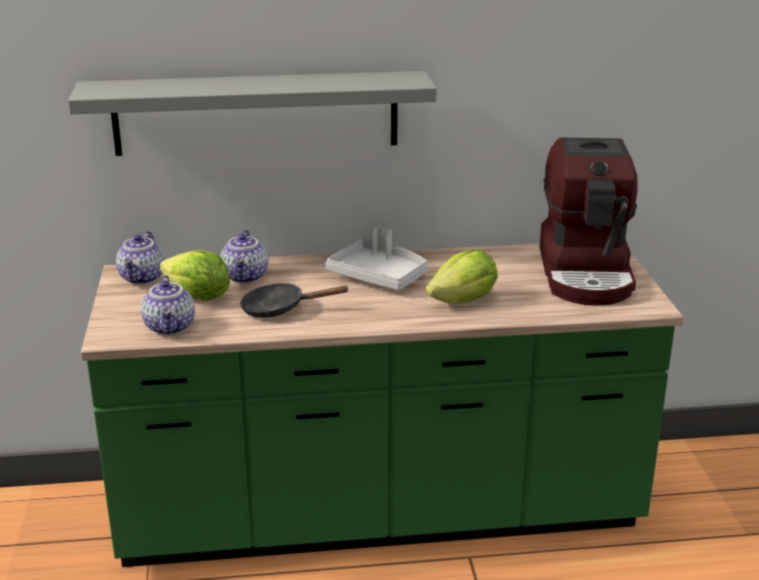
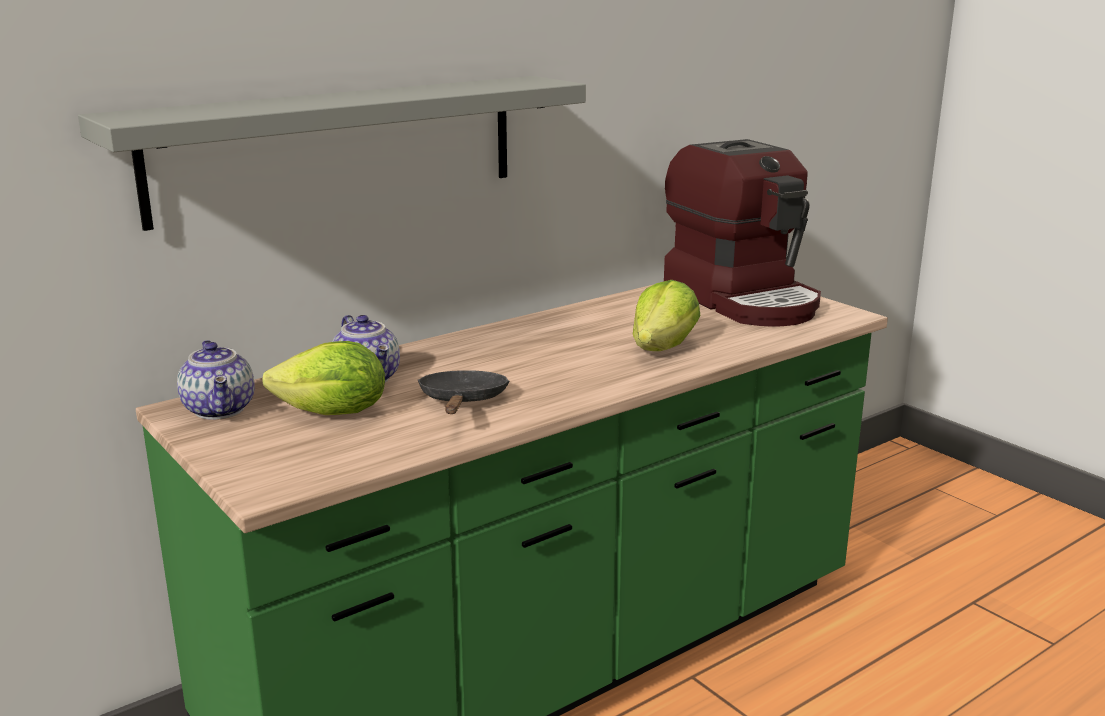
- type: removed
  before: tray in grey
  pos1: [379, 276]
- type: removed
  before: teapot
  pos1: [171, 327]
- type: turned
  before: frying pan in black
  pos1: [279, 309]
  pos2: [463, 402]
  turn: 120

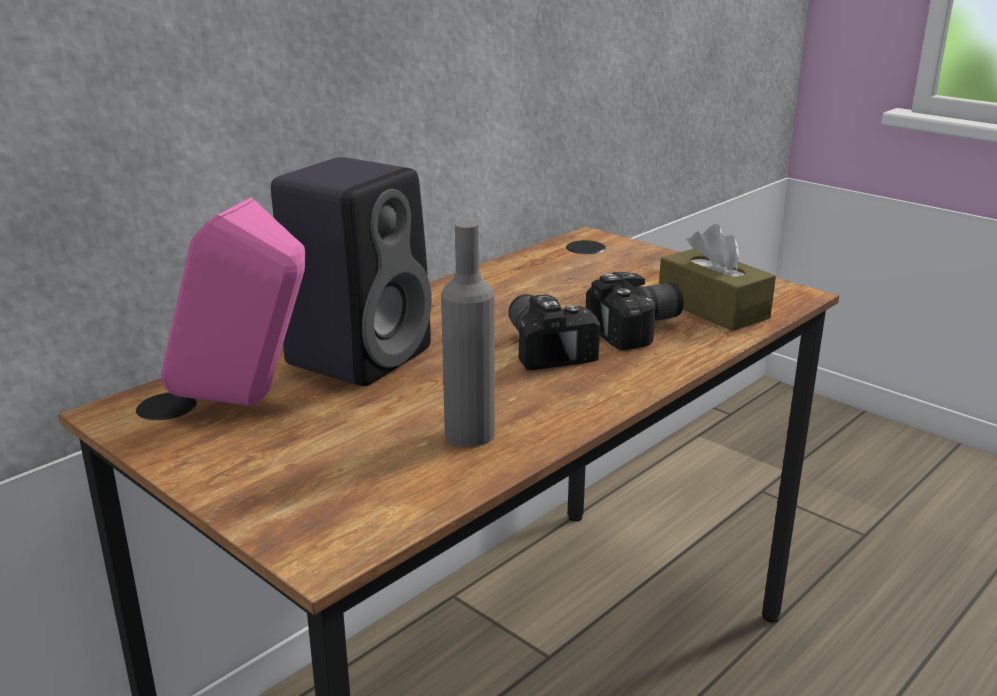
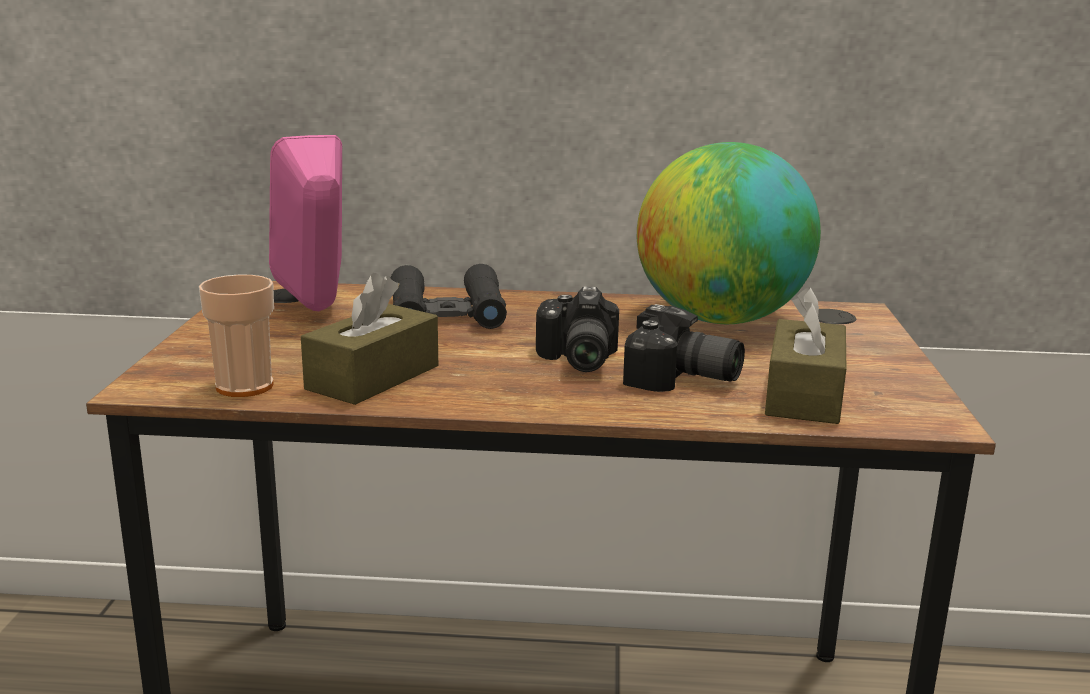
- type: replaced
  before: speaker in black
  after: binoculars in black
  pos1: [361, 354]
  pos2: [447, 313]
- type: replaced
  before: bottle in grey
  after: tissue box in brown
  pos1: [469, 433]
  pos2: [373, 377]
- type: turned
  before: photo camera
  pos1: [548, 347]
  pos2: [575, 360]
  turn: 150
- type: added
  after: globe
  pos2: [720, 319]
- type: added
  after: cup
  pos2: [244, 386]

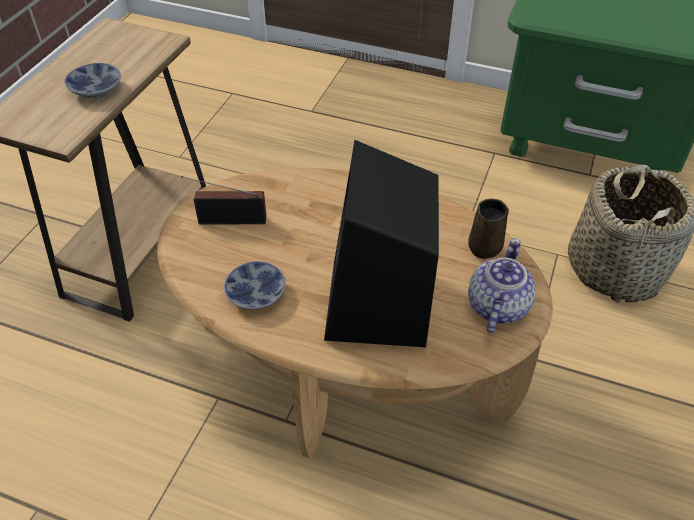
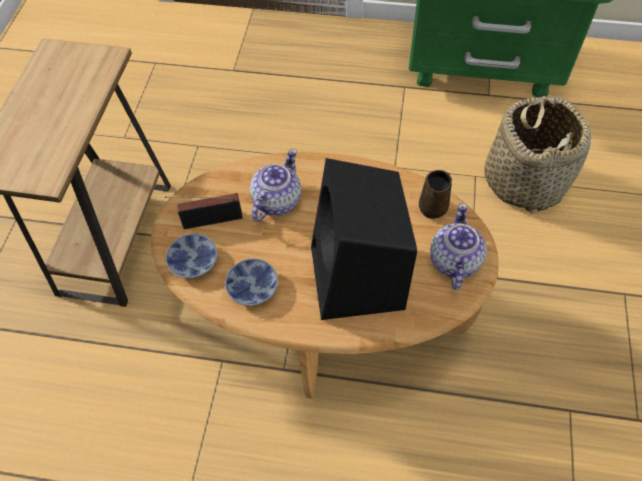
- type: moved
  before: bowl
  pos1: [95, 90]
  pos2: [193, 263]
- type: added
  after: teapot
  pos2: [276, 201]

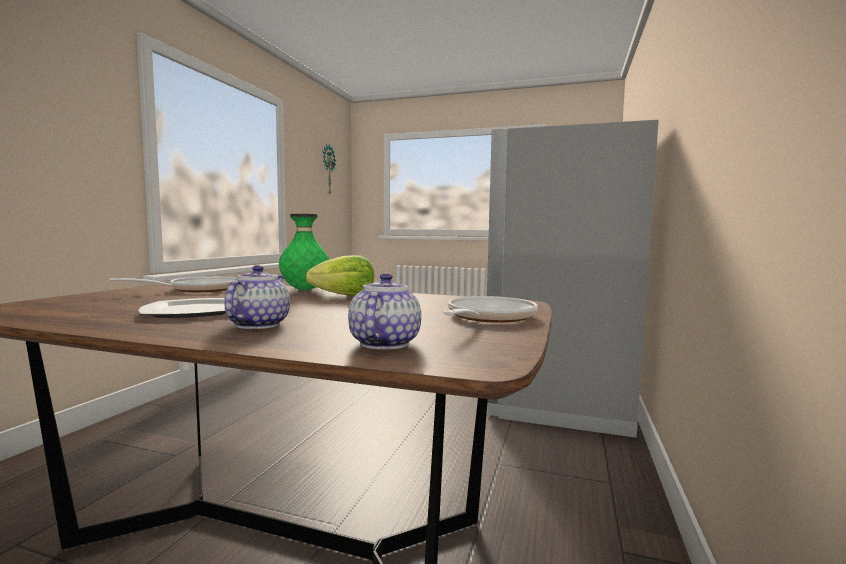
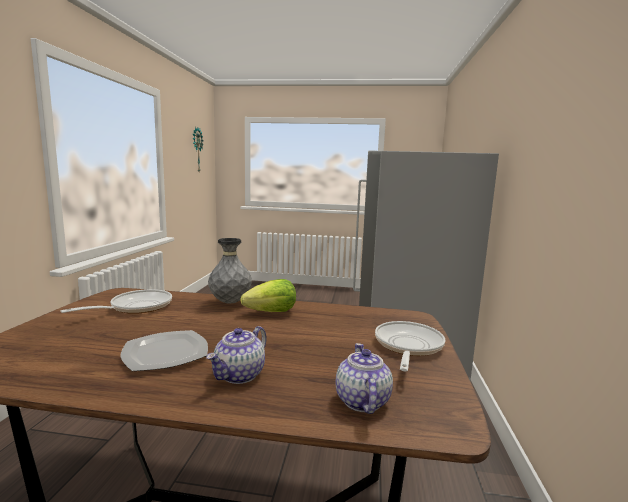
- type: recoloured
  before: vase in green
  after: vase in grey
  pos1: [305, 290]
  pos2: [230, 302]
- type: turned
  before: teapot
  pos1: [258, 324]
  pos2: [239, 375]
  turn: -150

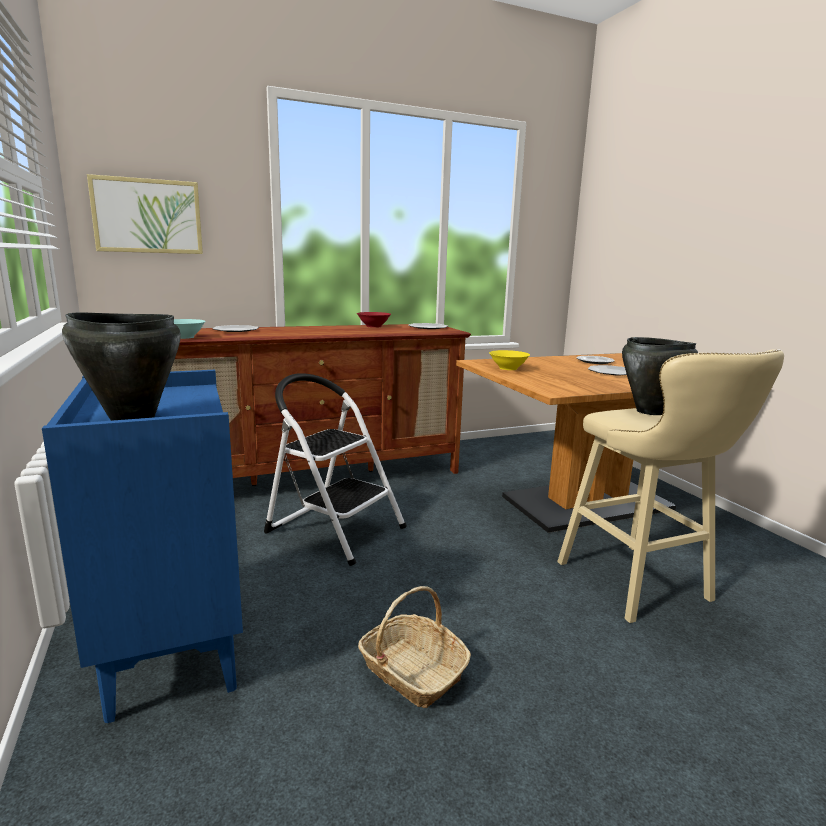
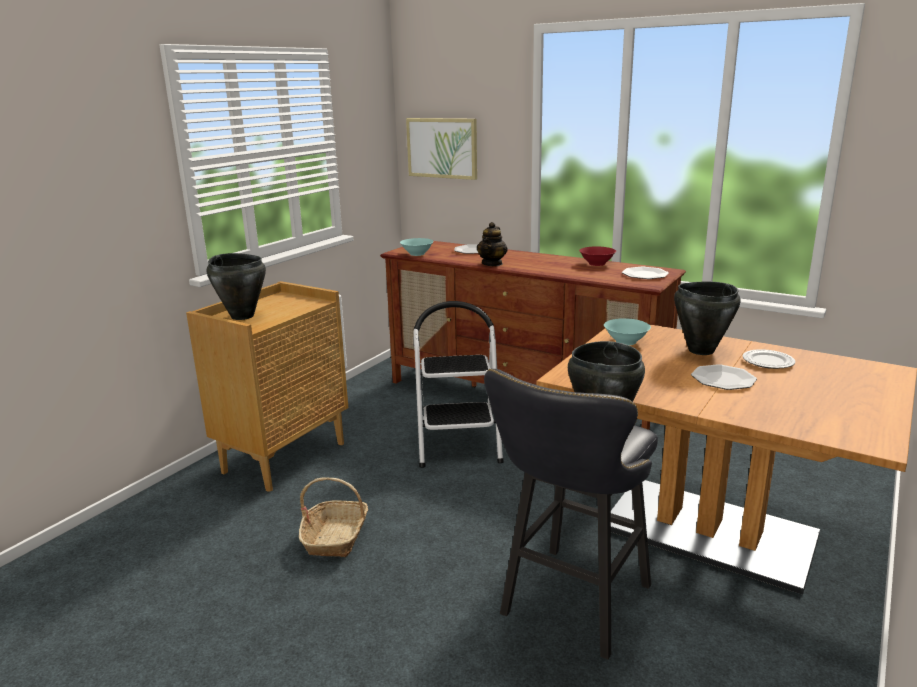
- type: recoloured
  before: stool in beige
  after: stool in black
  pos1: [644, 590]
  pos2: [569, 610]
- type: recoloured
  before: bowl in yellow
  after: bowl in turquoise
  pos1: [508, 368]
  pos2: [626, 341]
- type: recoloured
  before: cabinet in blue
  after: cabinet in brown
  pos1: [173, 644]
  pos2: [285, 457]
- type: added
  after: teapot
  pos2: [492, 264]
- type: added
  after: cooking pot in black
  pos2: [700, 350]

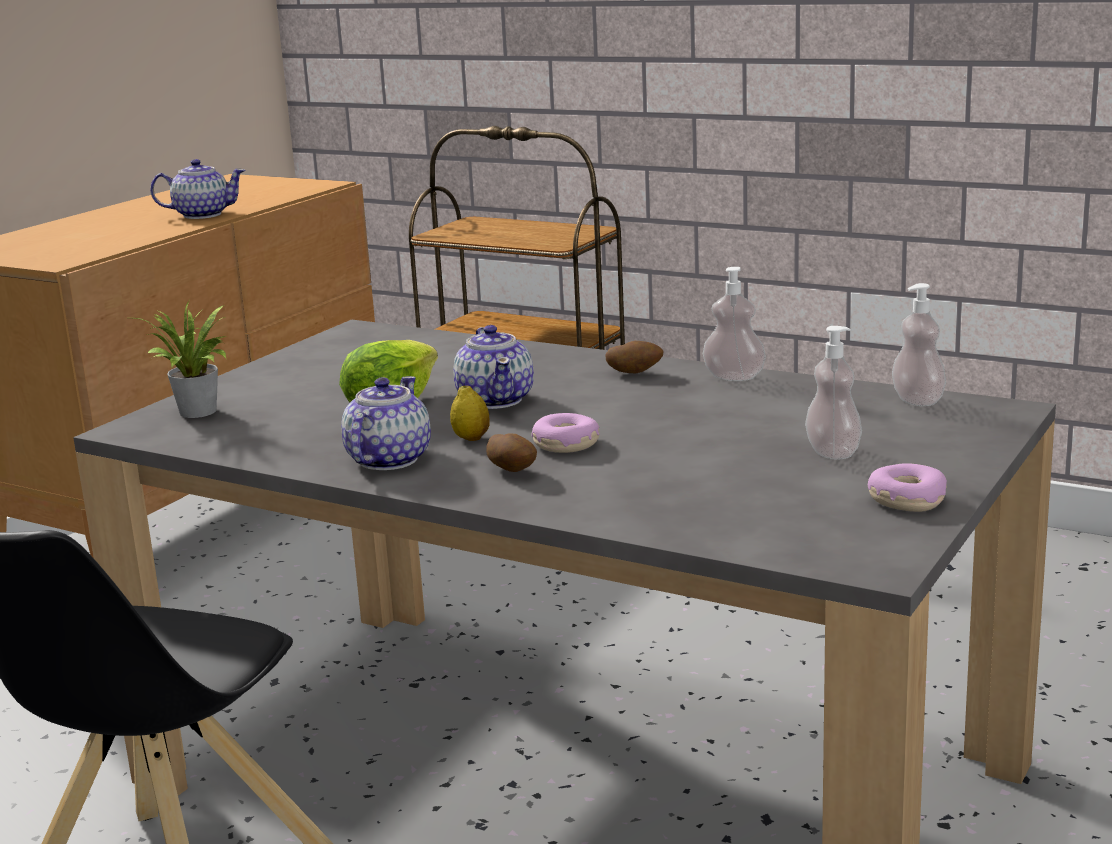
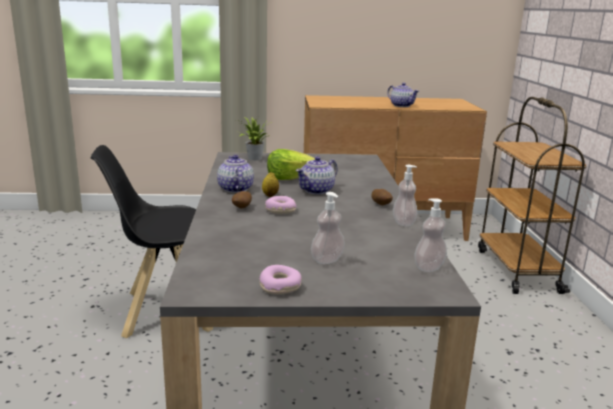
- type: turned
  before: teapot
  pos1: [387, 460]
  pos2: [235, 189]
  turn: -90

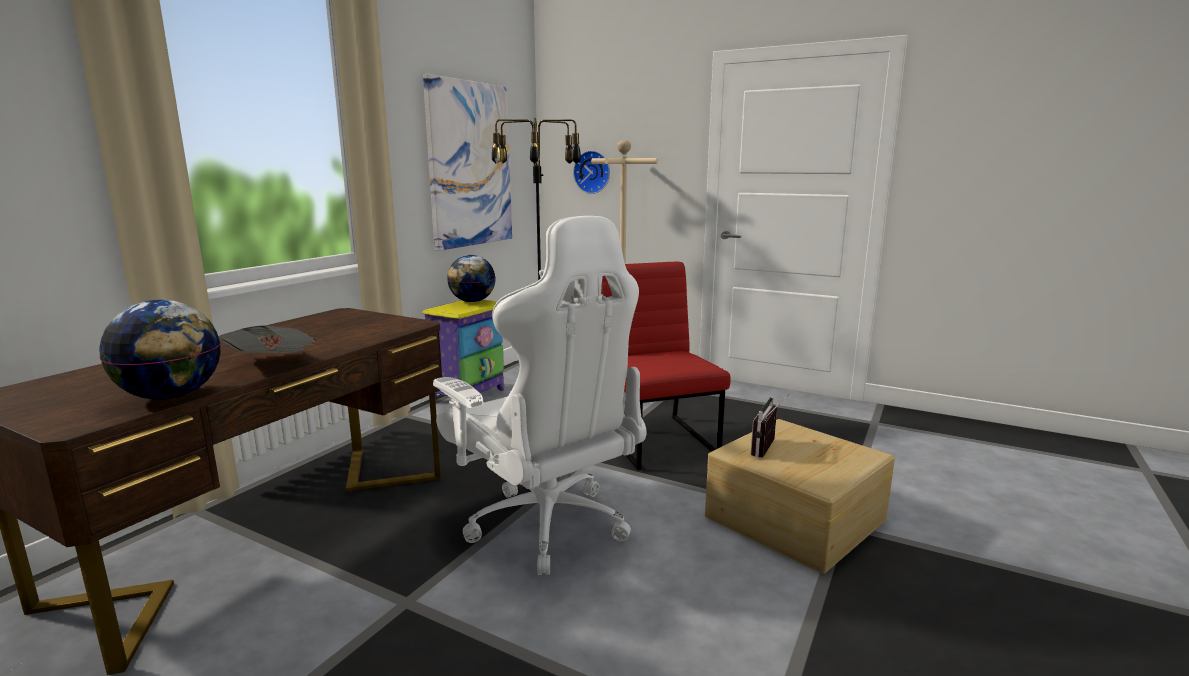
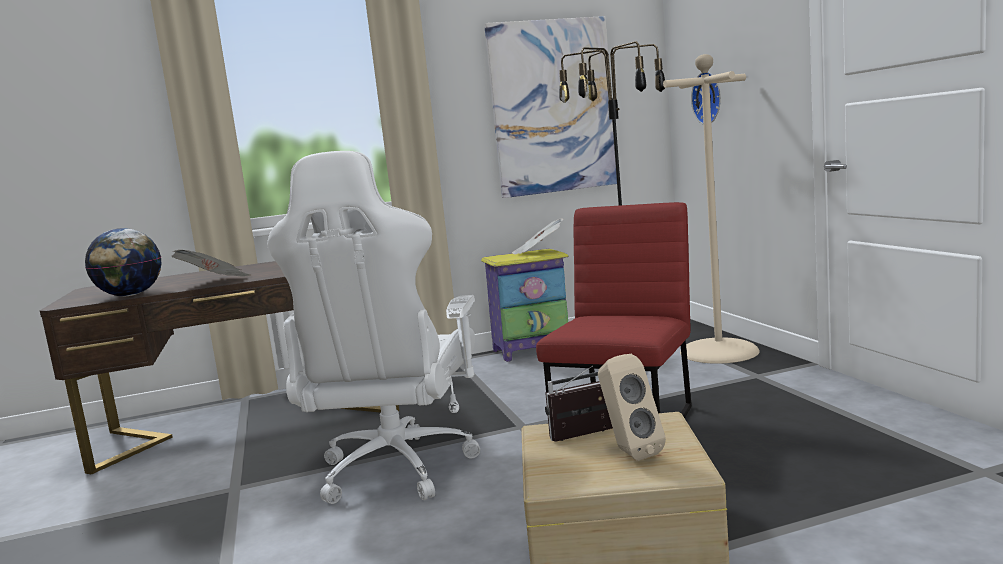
- type: replaced
  before: globe
  after: newspaper
  pos1: [472, 301]
  pos2: [538, 251]
- type: added
  after: speaker in beige
  pos2: [629, 452]

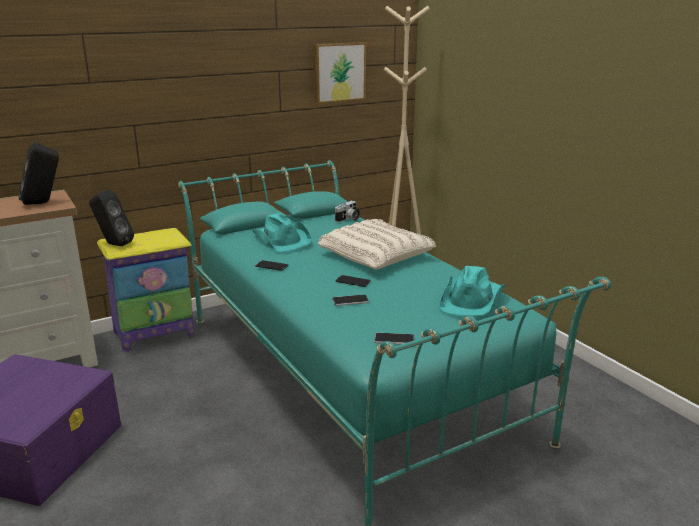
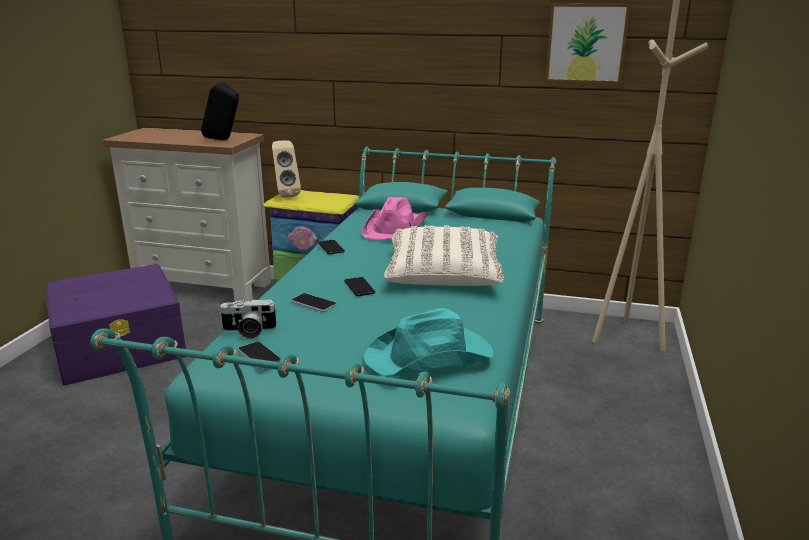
- type: recoloured
  before: speaker in black
  after: speaker in beige
  pos1: [113, 244]
  pos2: [285, 195]
- type: moved
  before: photo camera
  pos1: [348, 219]
  pos2: [248, 331]
- type: recoloured
  before: hat in turquoise
  after: hat in pink
  pos1: [282, 239]
  pos2: [396, 228]

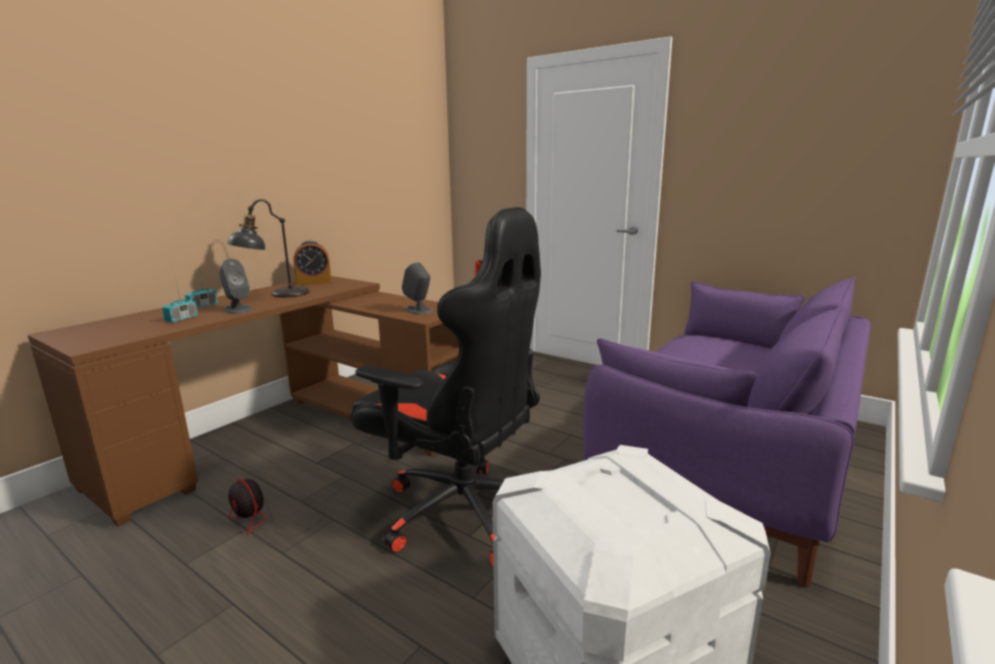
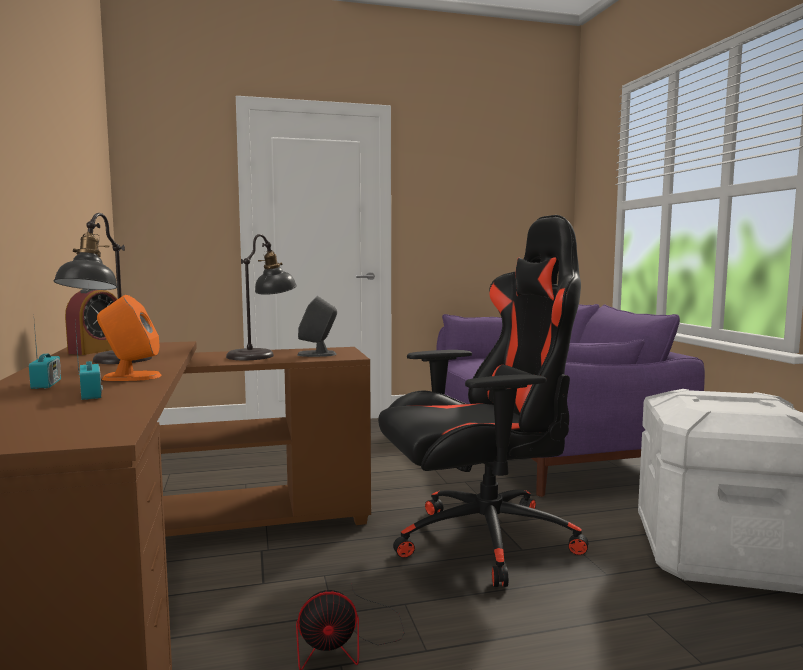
- type: recoloured
  before: speaker in grey
  after: speaker in orange
  pos1: [237, 309]
  pos2: [131, 377]
- type: added
  after: table lamp in grey
  pos2: [262, 353]

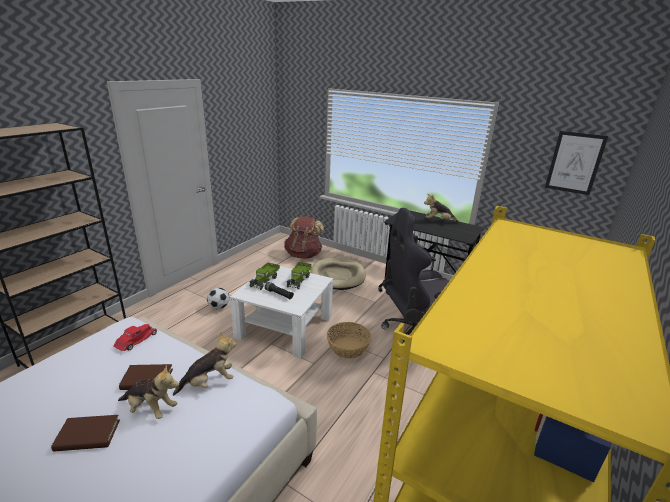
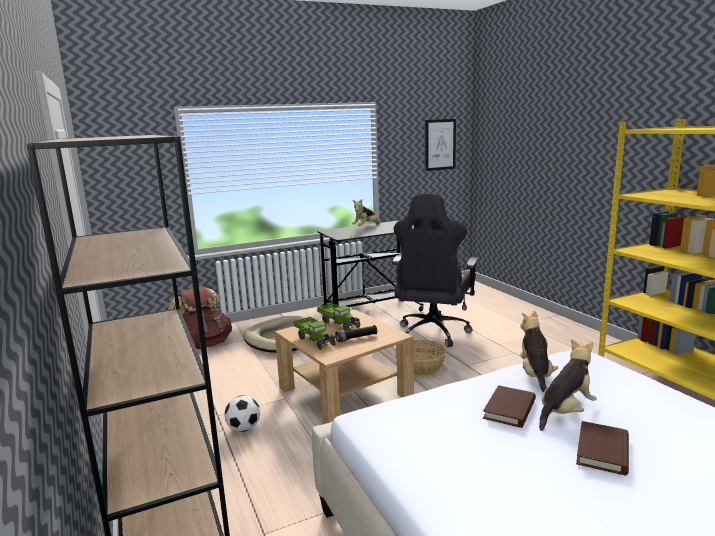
- type: recoloured
  before: coffee table in white
  after: coffee table in brown
  pos1: [284, 326]
  pos2: [345, 391]
- type: removed
  before: toy car in red
  pos1: [136, 340]

